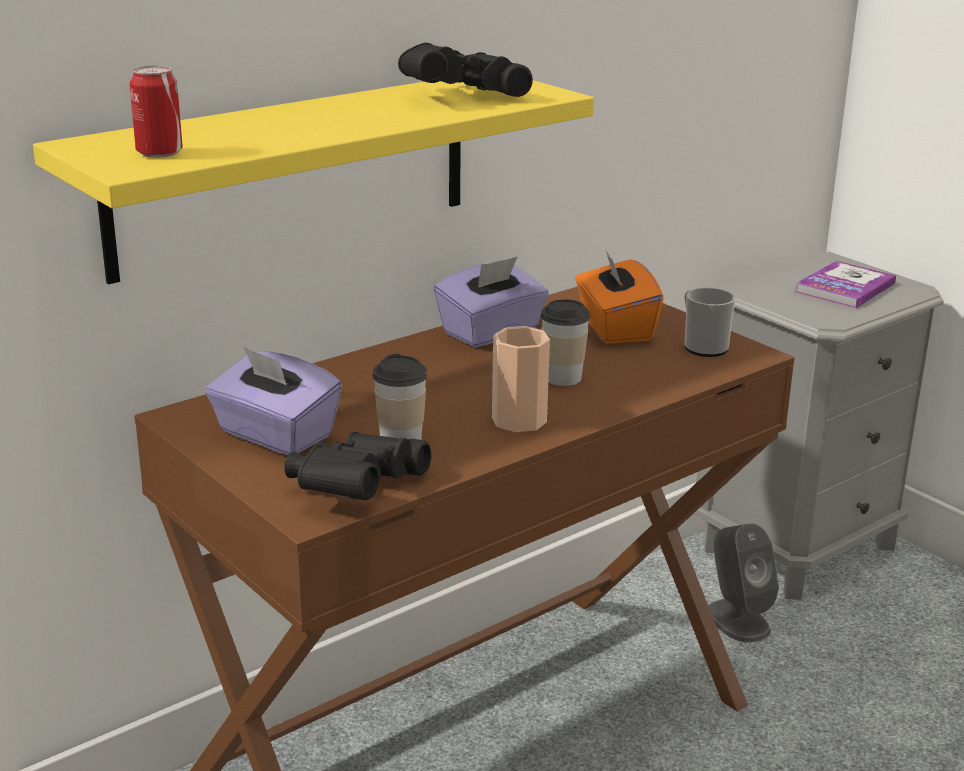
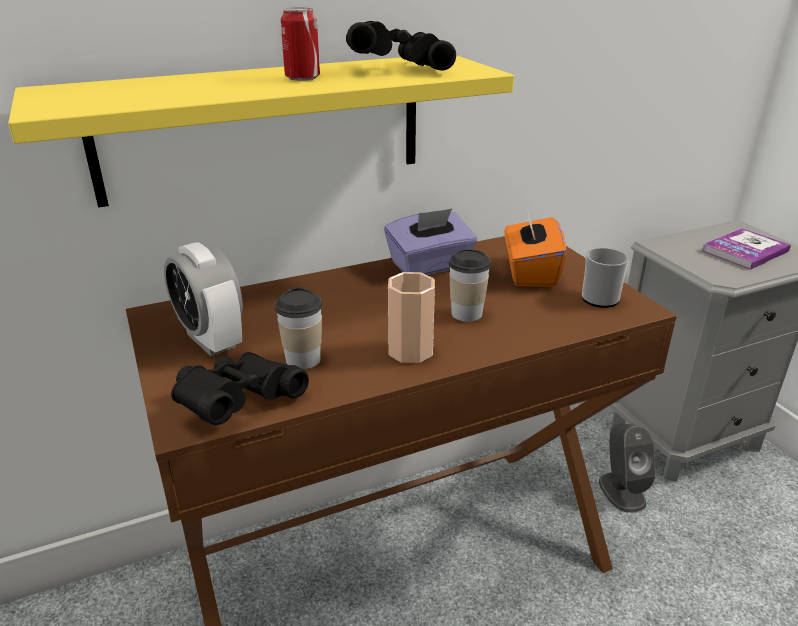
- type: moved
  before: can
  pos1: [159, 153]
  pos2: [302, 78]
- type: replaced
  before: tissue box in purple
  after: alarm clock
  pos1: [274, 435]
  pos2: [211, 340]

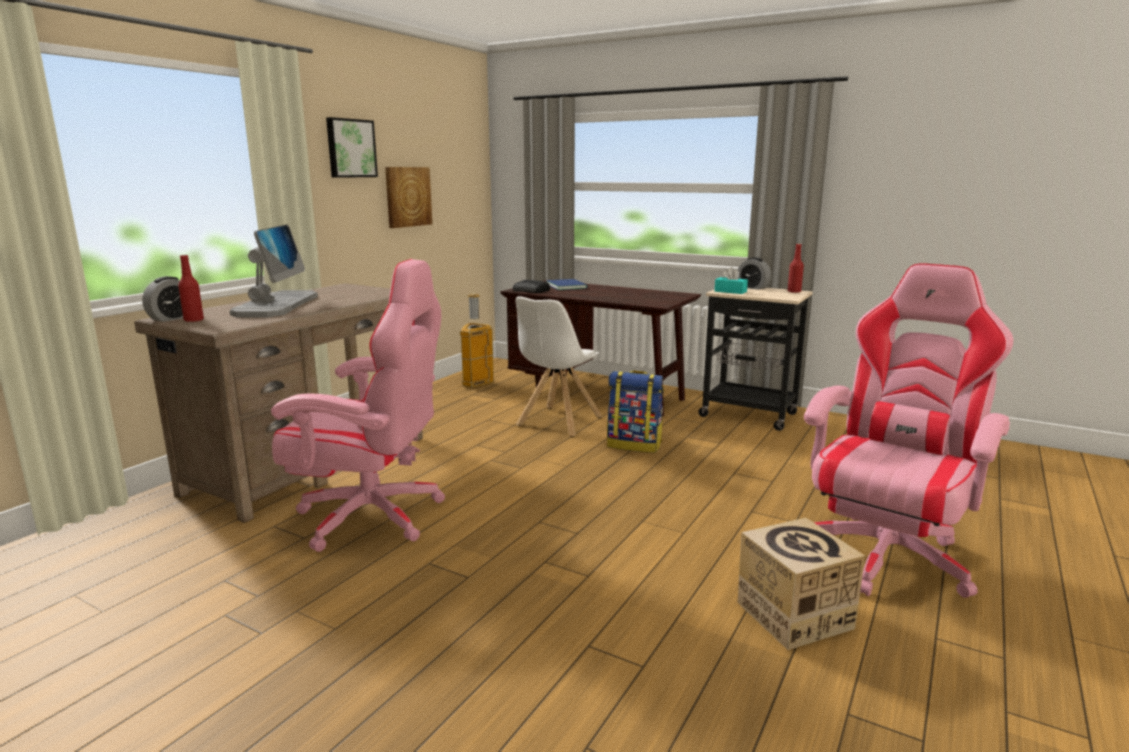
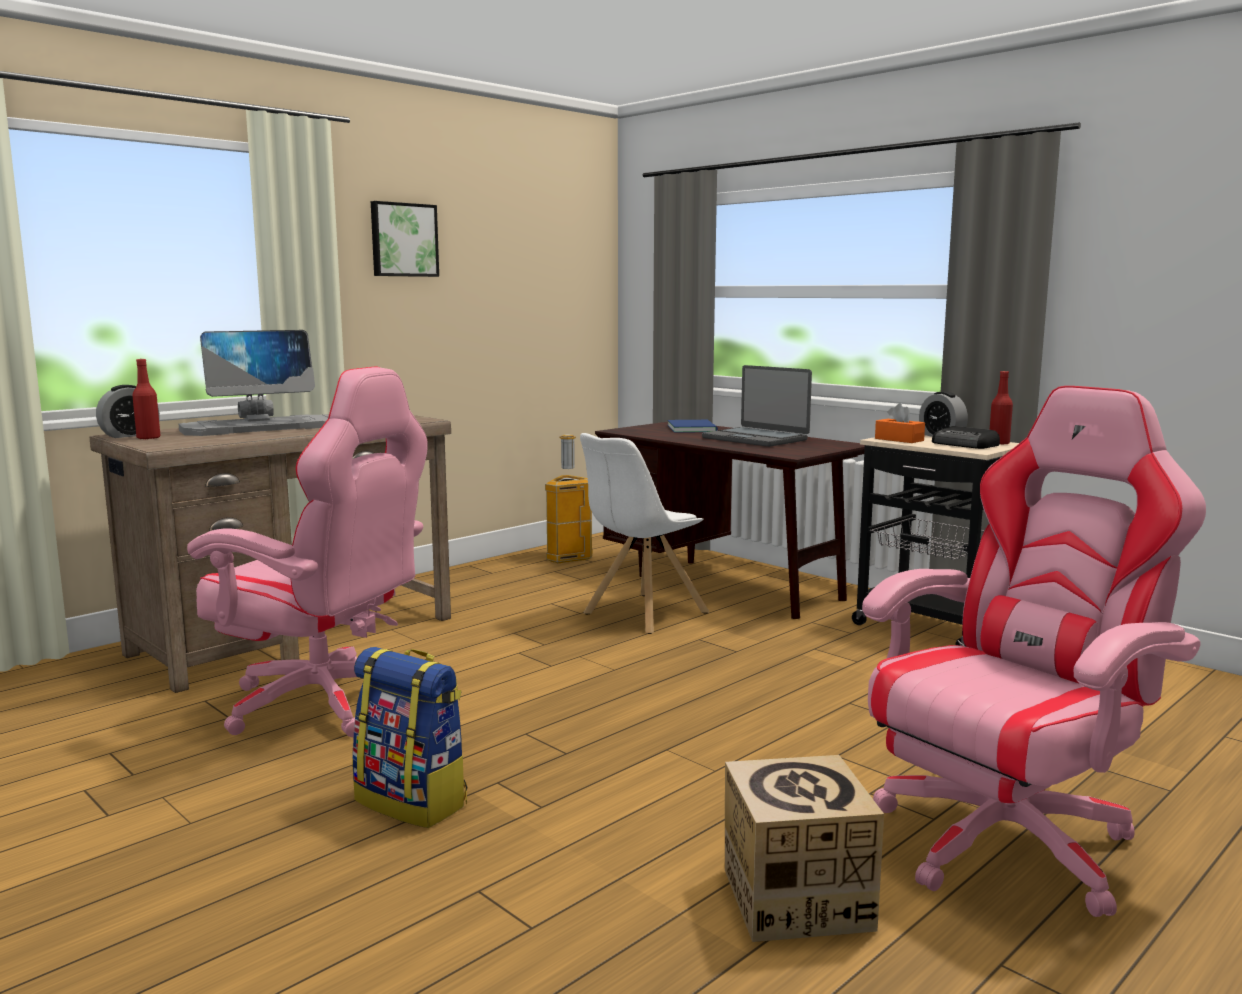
- type: removed
  before: picture
  pos1: [407, 196]
- type: turned
  before: monitor
  pos1: [277, 305]
  pos2: [261, 427]
  turn: 45
- type: recoloured
  before: tissue box in turquoise
  after: tissue box in orange
  pos1: [730, 291]
  pos2: [899, 439]
- type: moved
  before: radio
  pos1: [531, 290]
  pos2: [965, 445]
- type: moved
  before: backpack
  pos1: [635, 445]
  pos2: [413, 802]
- type: added
  after: laptop
  pos2: [755, 439]

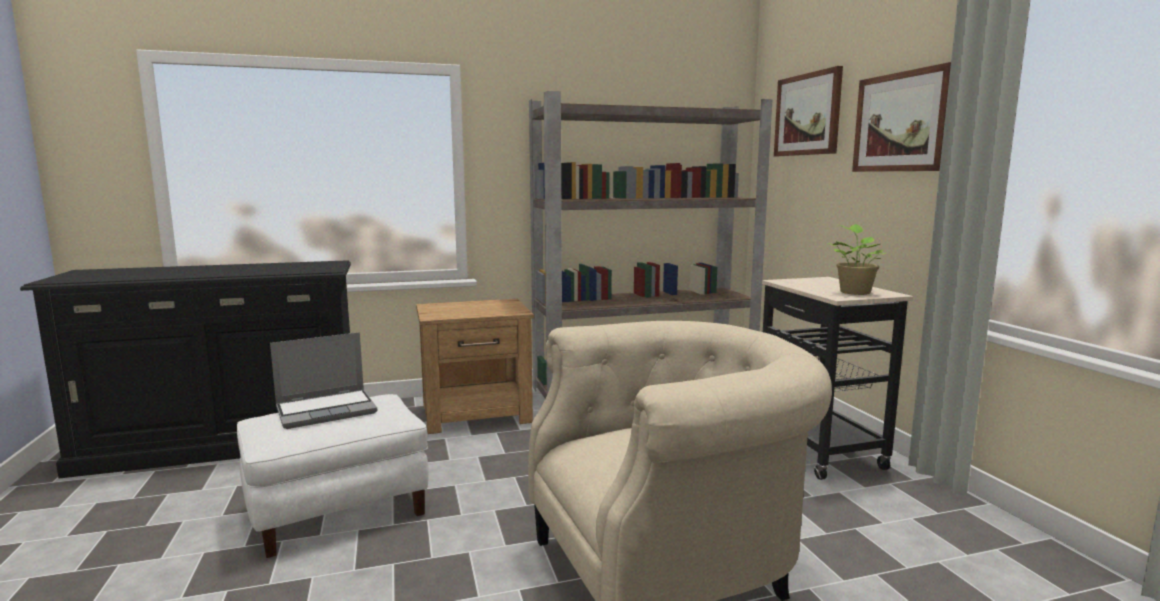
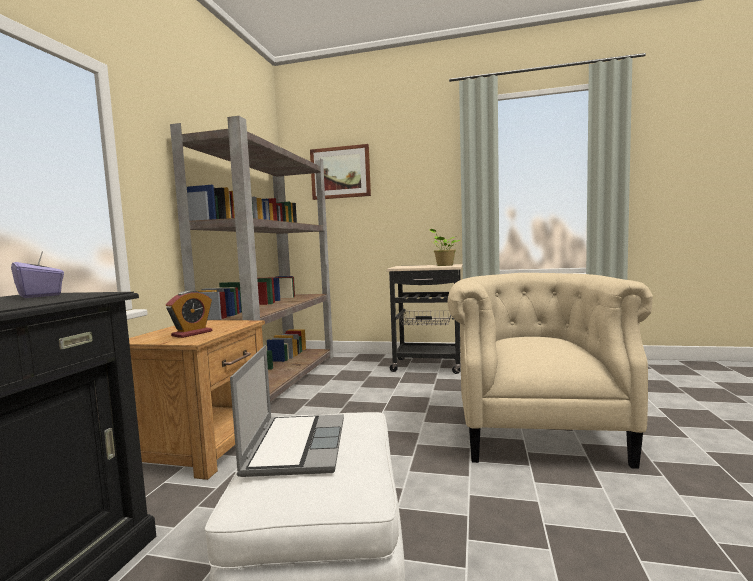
- type: removed
  before: picture
  pos1: [901, 122]
- type: added
  after: tissue box in purple
  pos2: [40, 295]
- type: added
  after: alarm clock
  pos2: [192, 333]

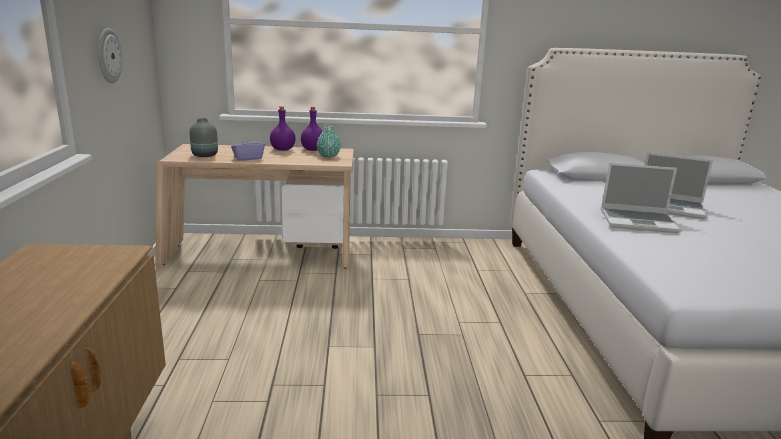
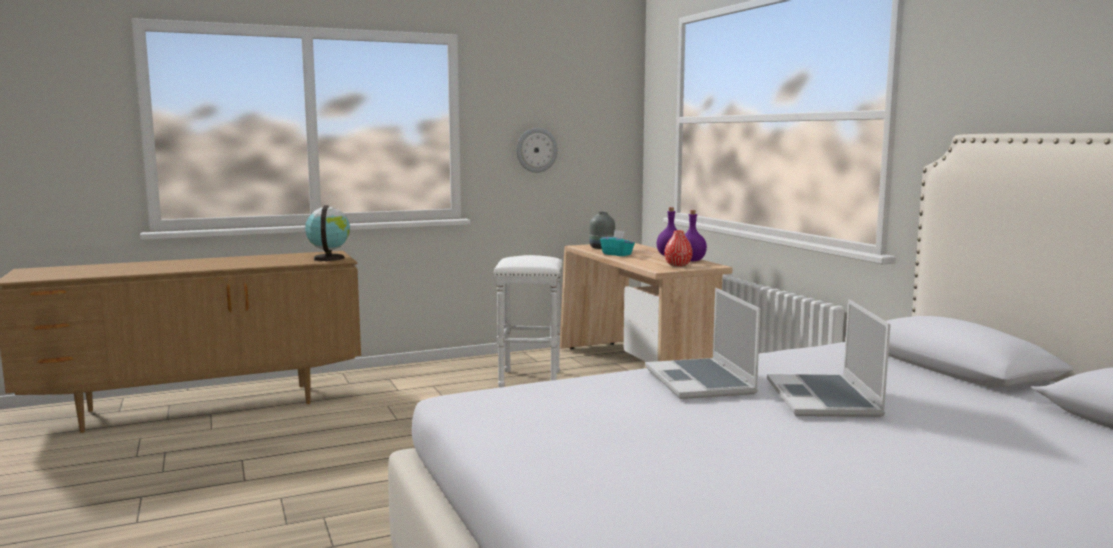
- type: recoloured
  before: vase in turquoise
  after: vase in red
  pos1: [328, 156]
  pos2: [678, 265]
- type: recoloured
  before: tissue box in purple
  after: tissue box in turquoise
  pos1: [248, 158]
  pos2: [617, 254]
- type: added
  after: globe
  pos2: [328, 258]
- type: added
  after: stool in white
  pos2: [528, 378]

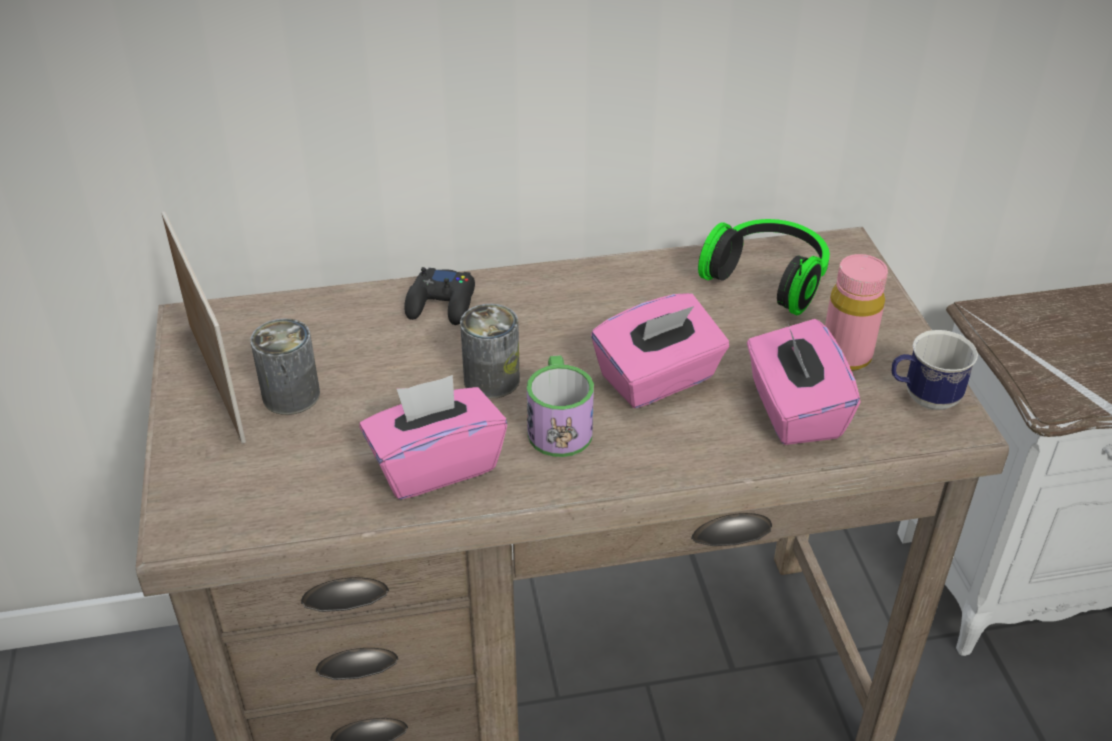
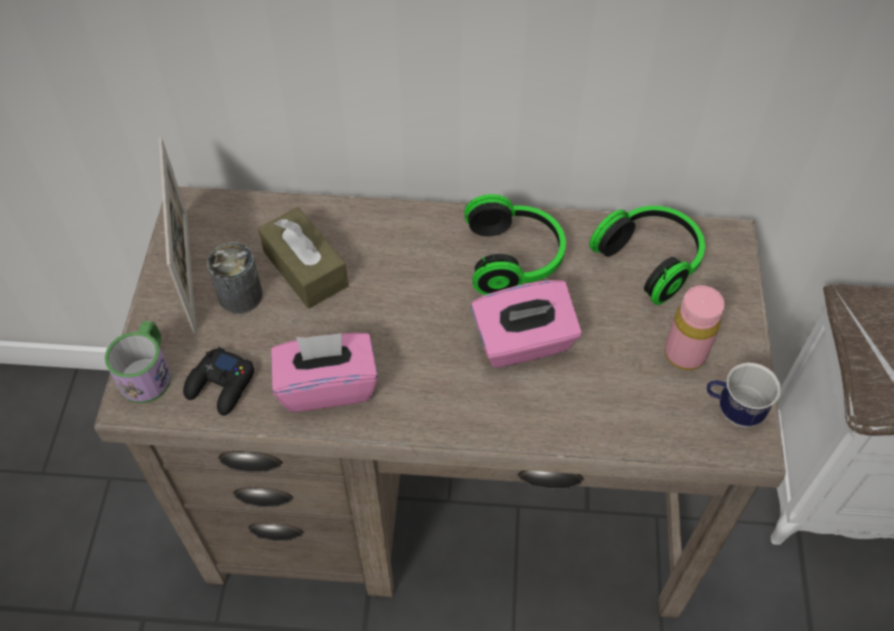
- type: moved
  before: game controller in black
  pos1: [442, 304]
  pos2: [221, 386]
- type: removed
  before: can
  pos1: [491, 379]
- type: removed
  before: tissue box in pink
  pos1: [793, 410]
- type: moved
  before: mug
  pos1: [559, 425]
  pos2: [148, 372]
- type: added
  after: headphones
  pos2: [515, 258]
- type: added
  after: tissue box in brown
  pos2: [305, 269]

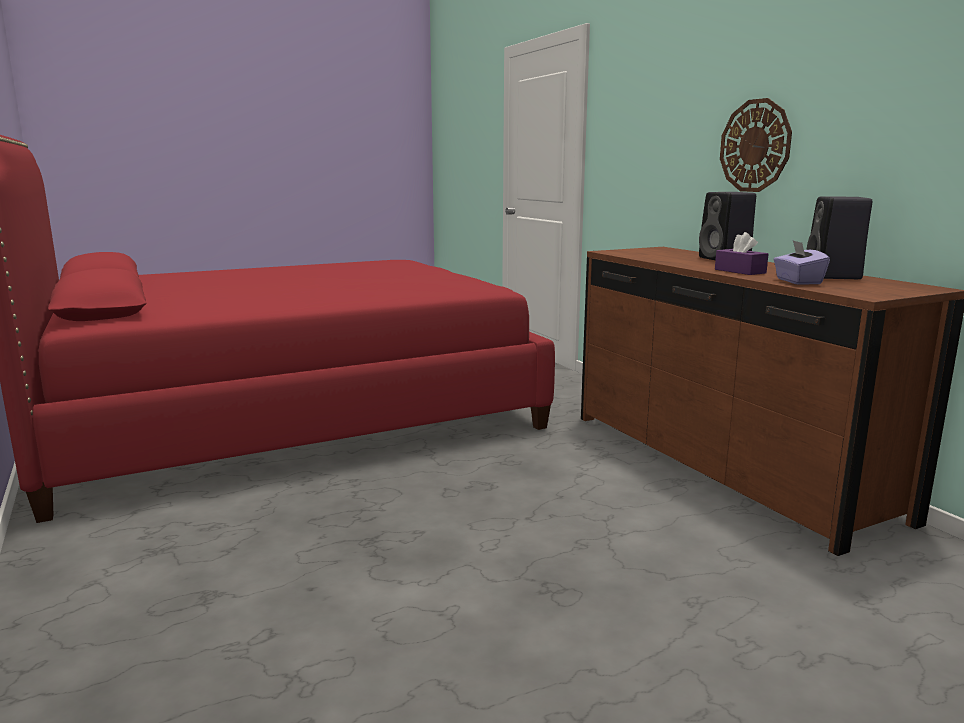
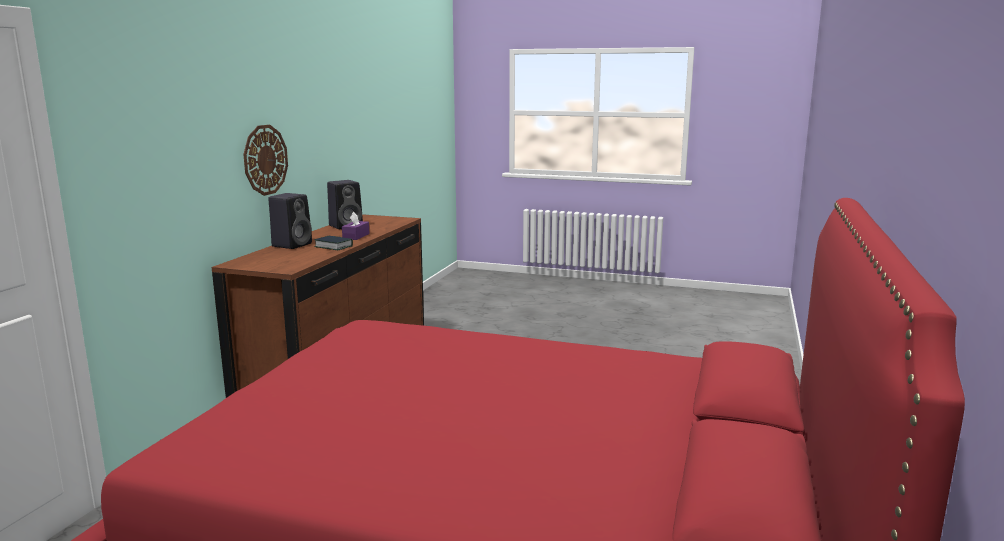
- type: removed
  before: tissue box in purple
  pos1: [797, 281]
- type: added
  after: book
  pos2: [333, 246]

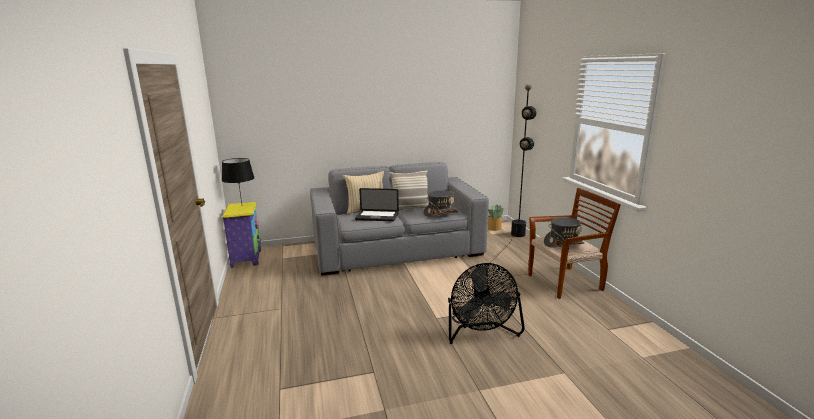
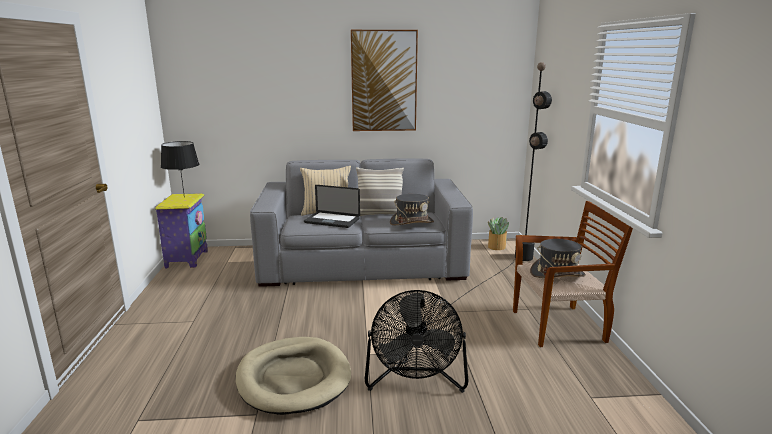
- type: added
  after: picture
  pos2: [384, 81]
- type: added
  after: dog bed in beige
  pos2: [293, 378]

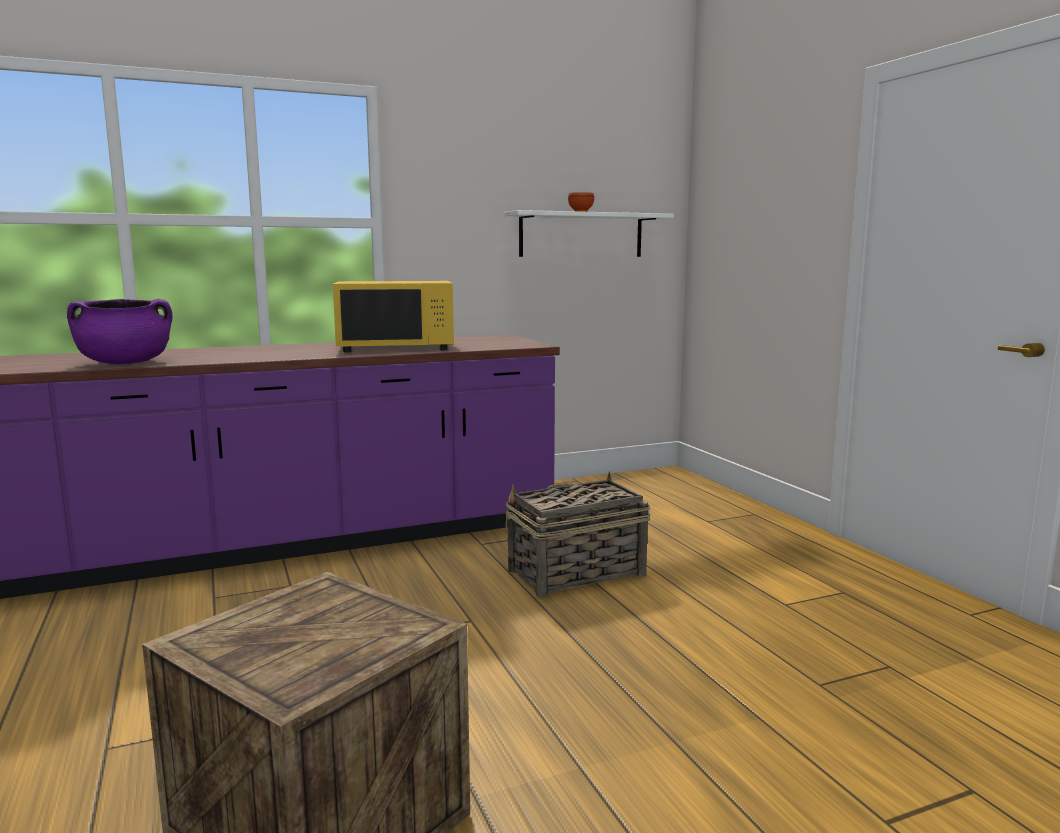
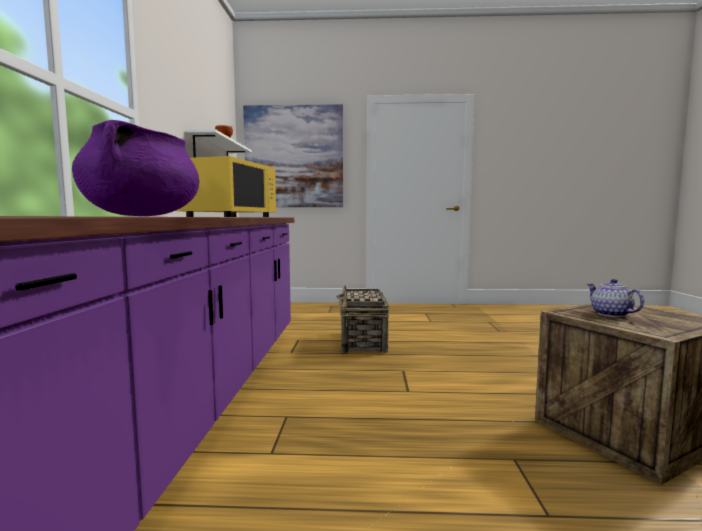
- type: added
  after: picture
  pos2: [294, 157]
- type: added
  after: teapot
  pos2: [610, 314]

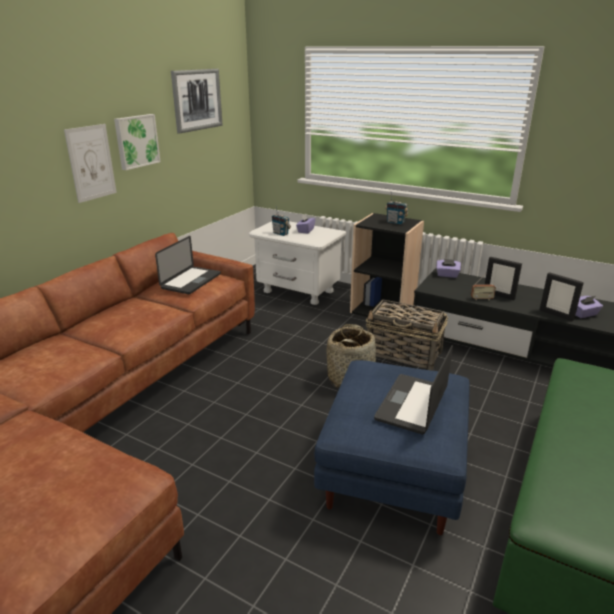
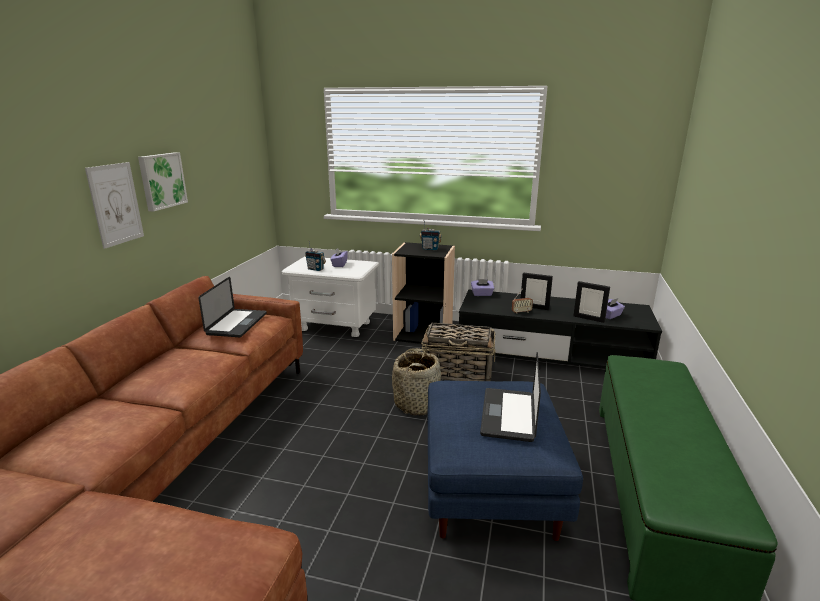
- type: removed
  before: picture
  pos1: [197, 100]

